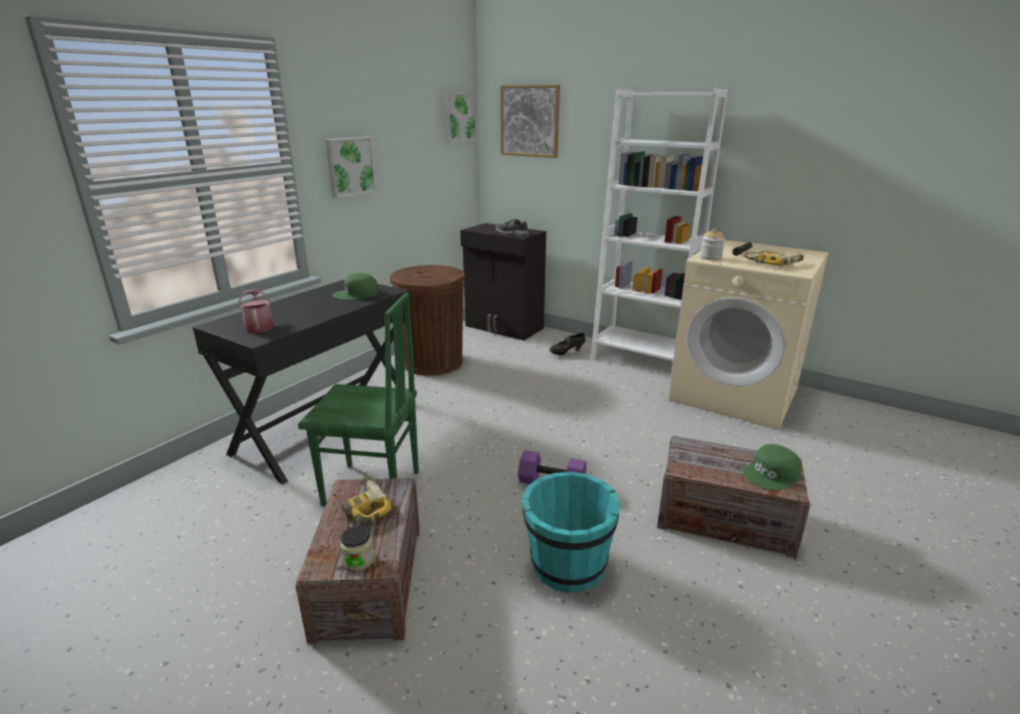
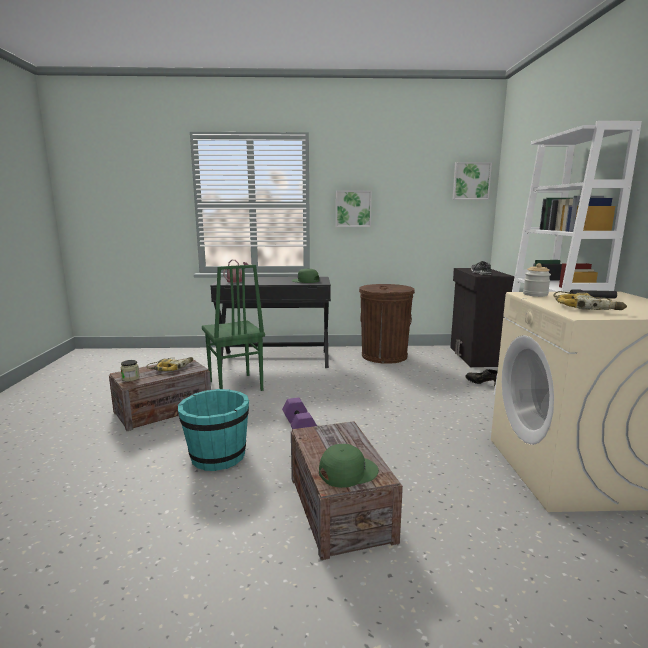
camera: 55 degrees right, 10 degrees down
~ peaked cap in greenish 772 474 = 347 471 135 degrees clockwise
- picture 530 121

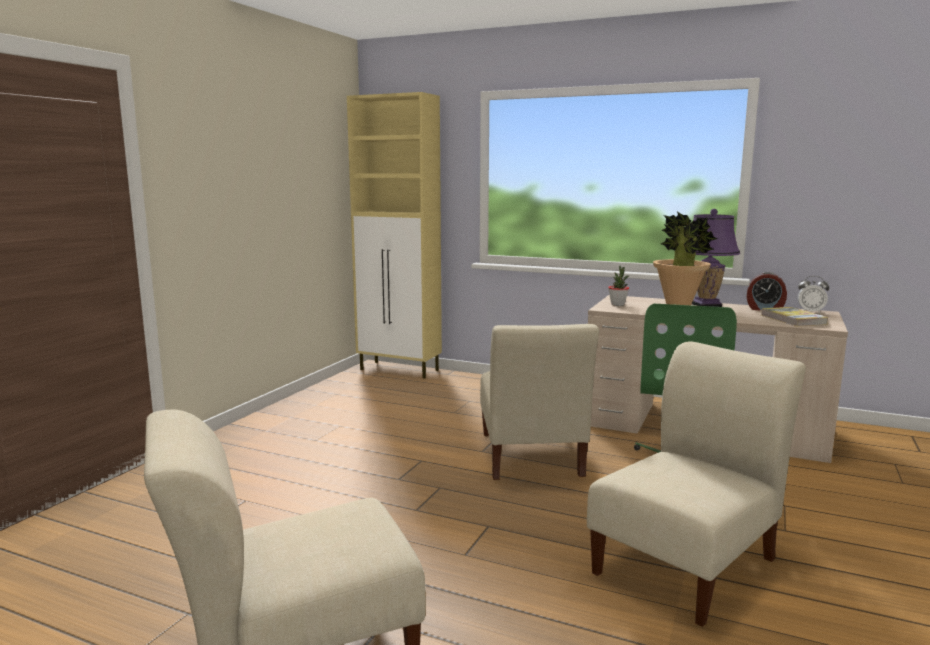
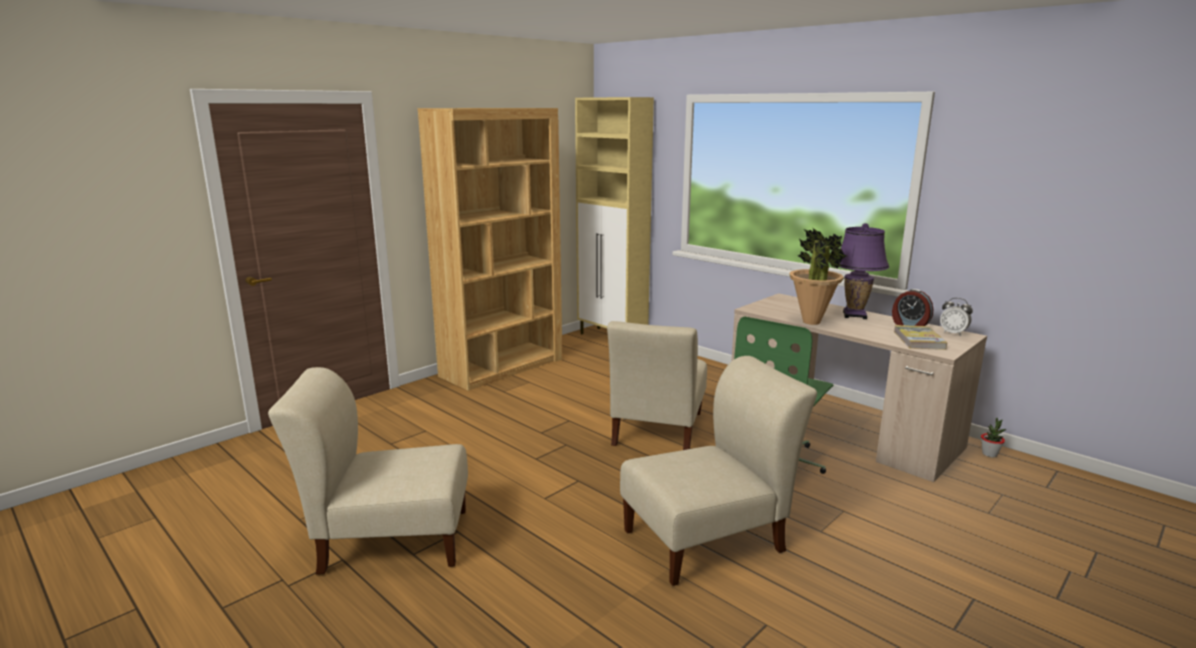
camera: 20 degrees right, 5 degrees up
+ bookcase in brown-coloured 502 367
~ potted plant 617 304 to 989 454

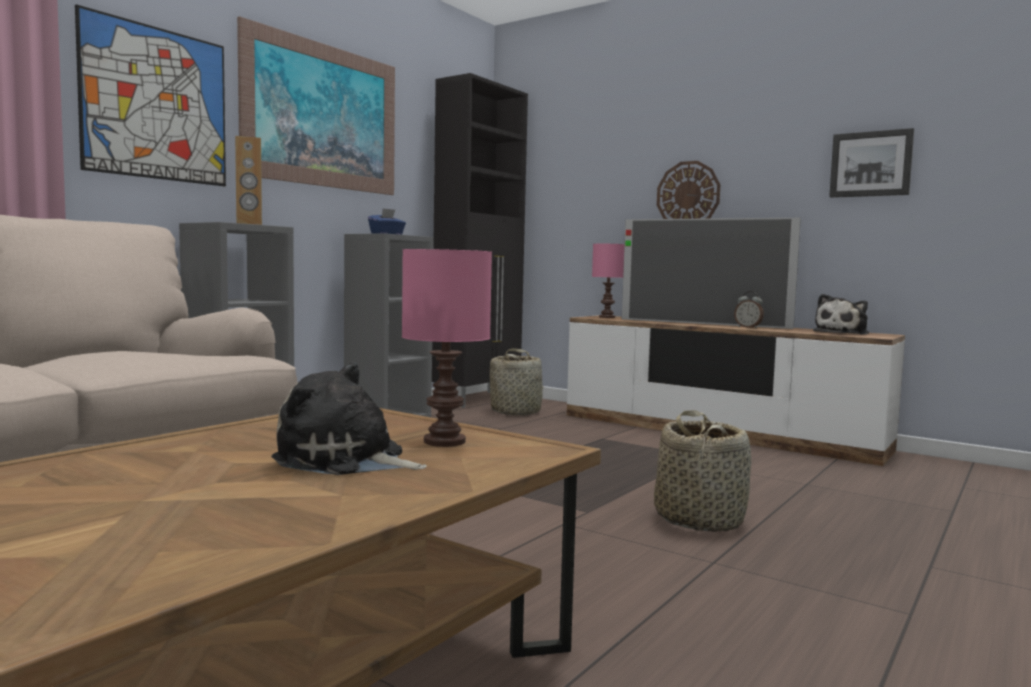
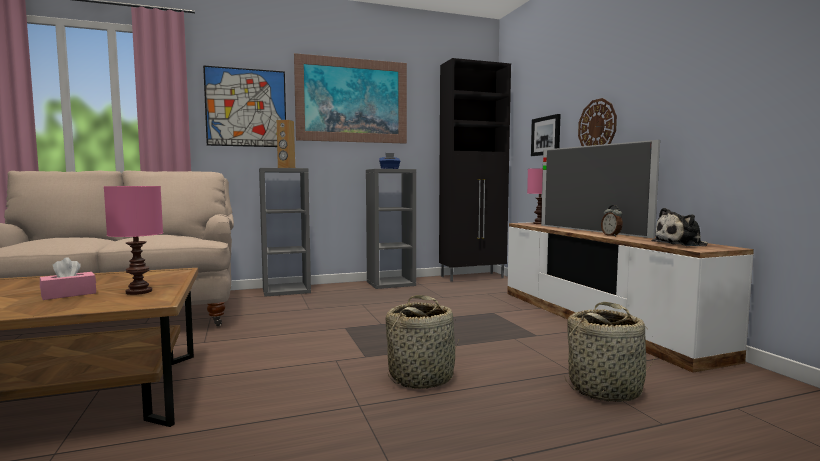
camera: 35 degrees right, 0 degrees up
~ cuddly toy 345 460 to tissue holder in pinkish 69 294
~ picture 871 164 to 546 136
~ household basket 516 411 to 605 389

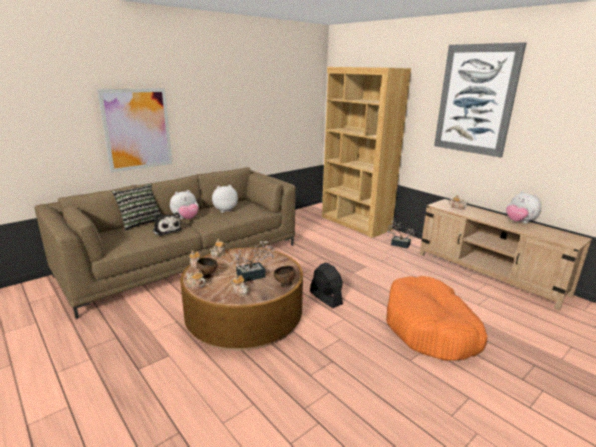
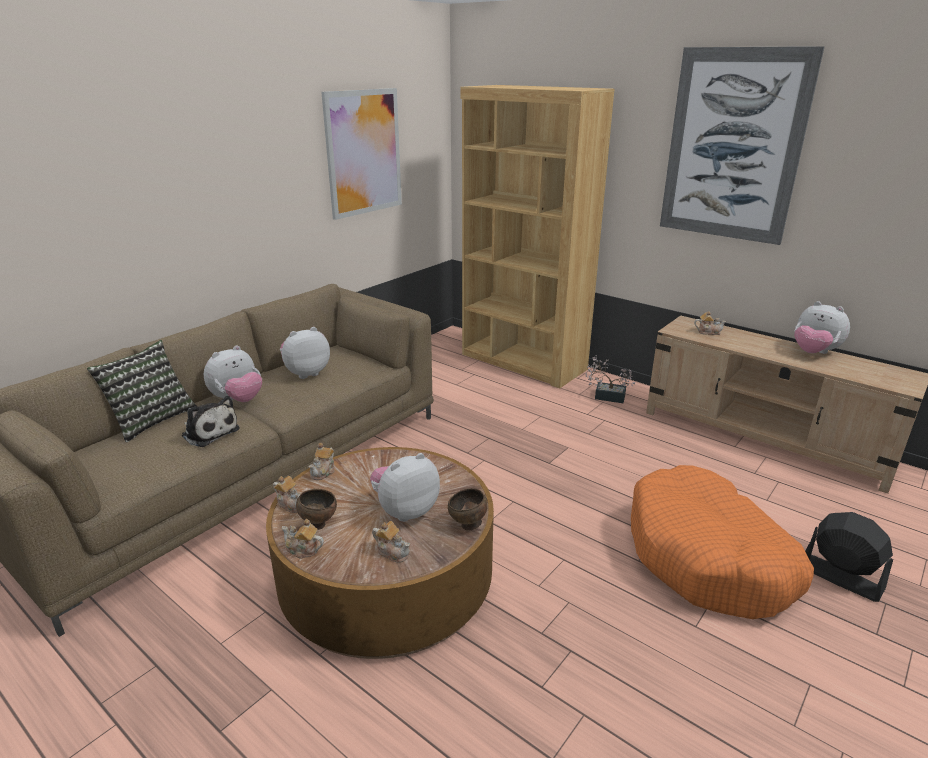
camera: 10 degrees left, 5 degrees up
~ picture 137 129 to 363 153
~ potted plant 254 275 to cuddly toy 405 510
~ fan in blackish 325 298 to 840 577

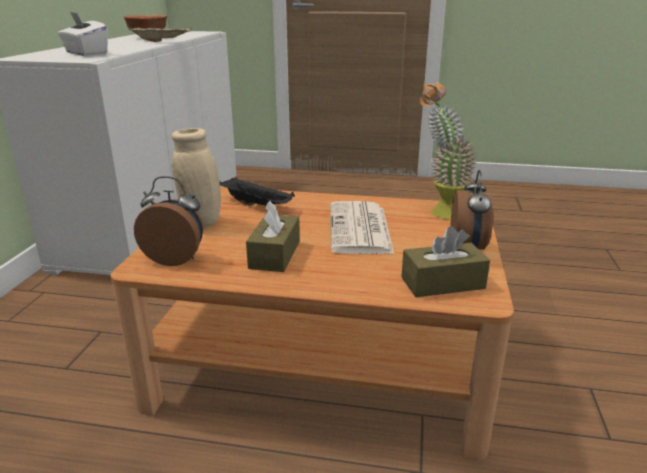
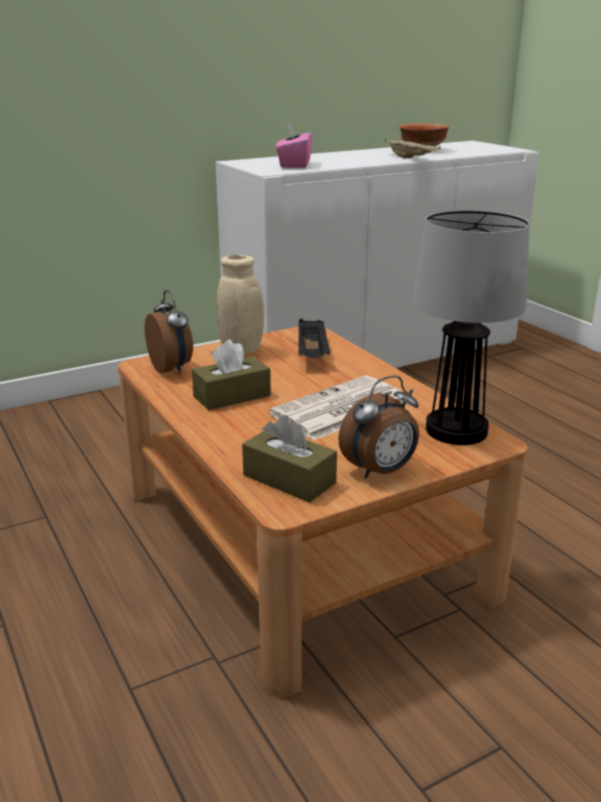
camera: 50 degrees right, 0 degrees up
~ tissue holder in whitish 86 53 to tissue holder in pinkish 294 165
~ potted plant 439 211 to lamp for a table 457 429

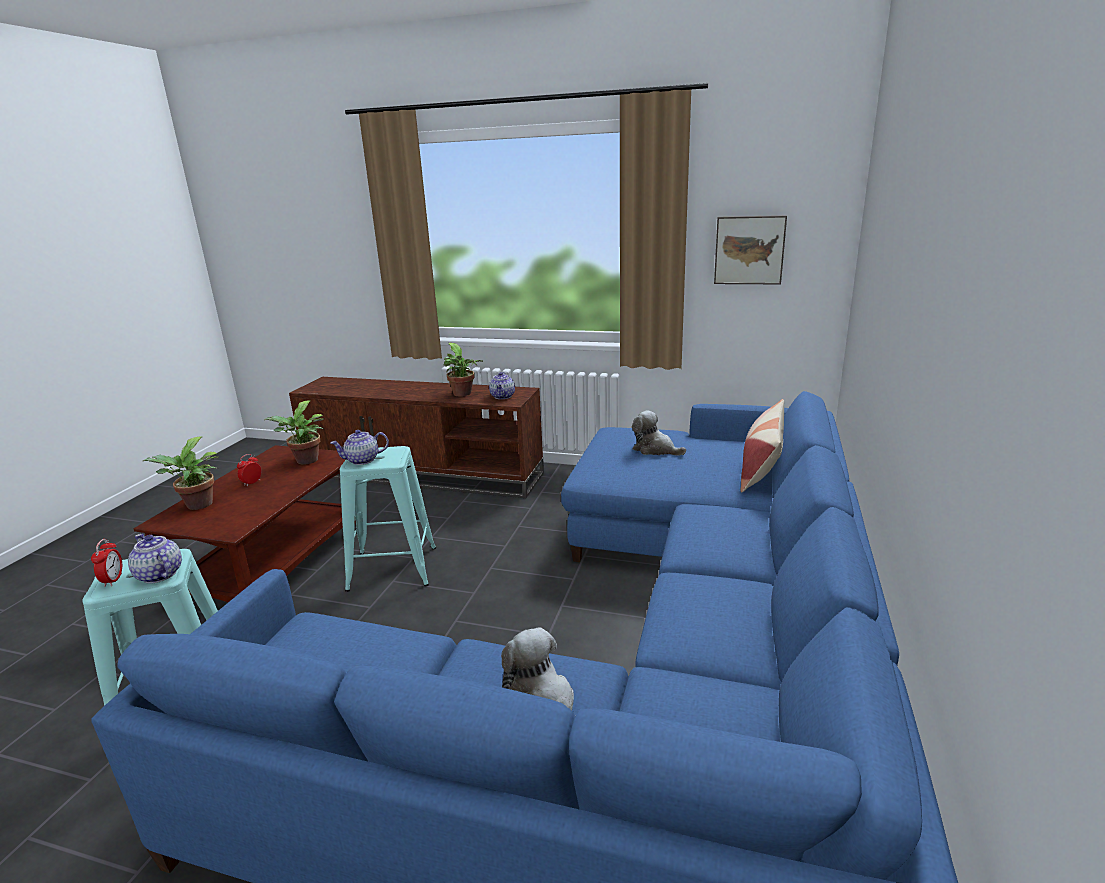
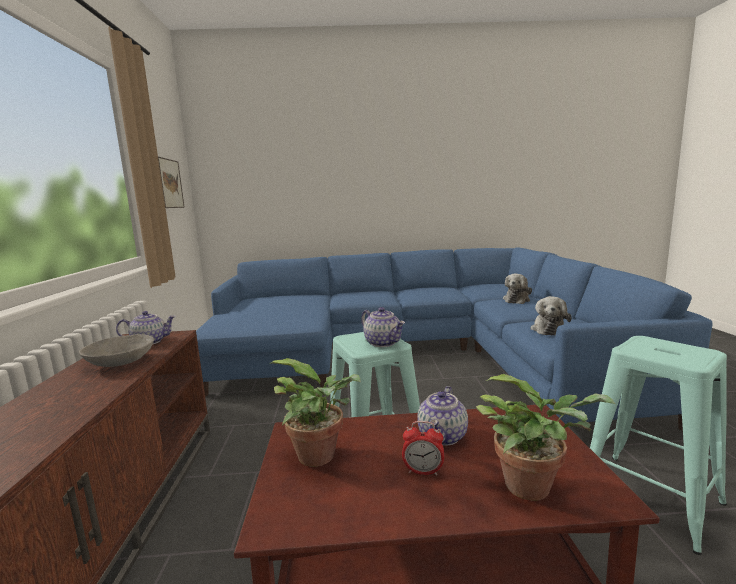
camera: 110 degrees left, 10 degrees down
~ potted plant 463 394 to bowl in greyish 120 362
~ tea pot 158 575 to 443 436
~ cuddly toy 655 449 to 548 329
- alarm clock 113 580
- cushion 761 467

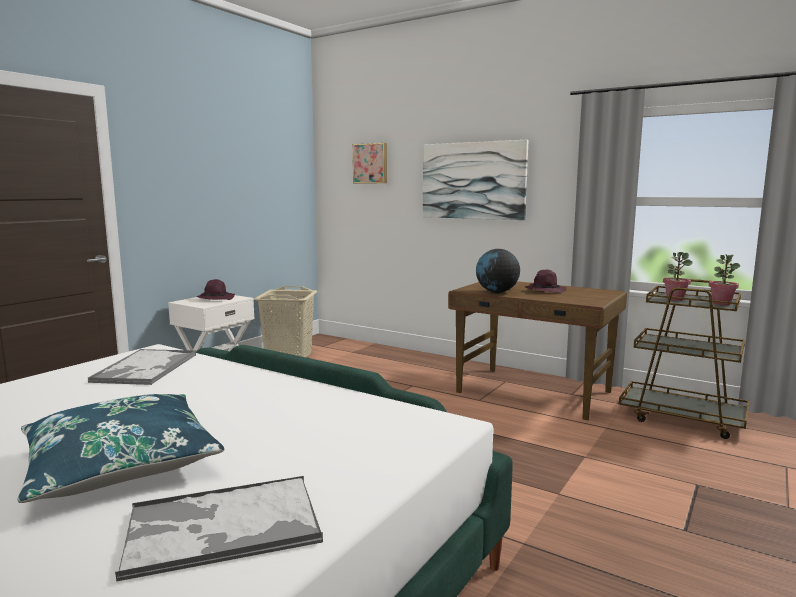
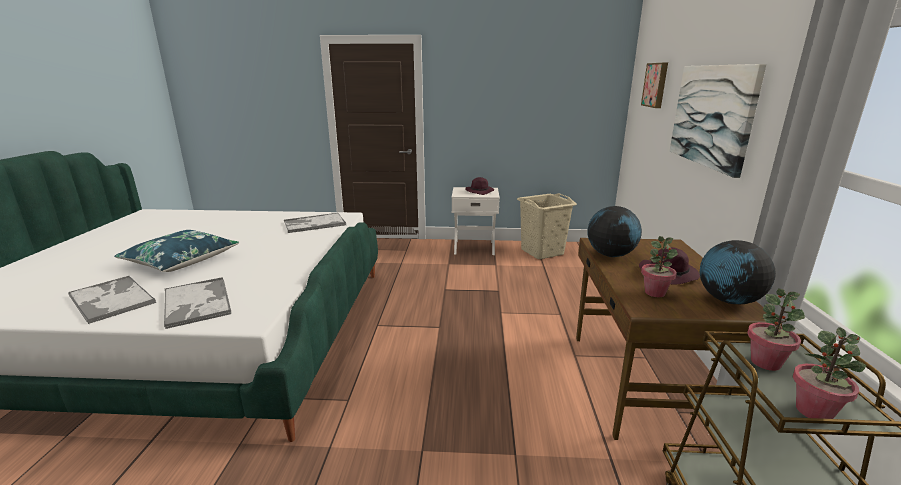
camera: 60 degrees right, 10 degrees up
+ carrying tray 197 303
+ potted plant 654 293
+ world globe 728 300

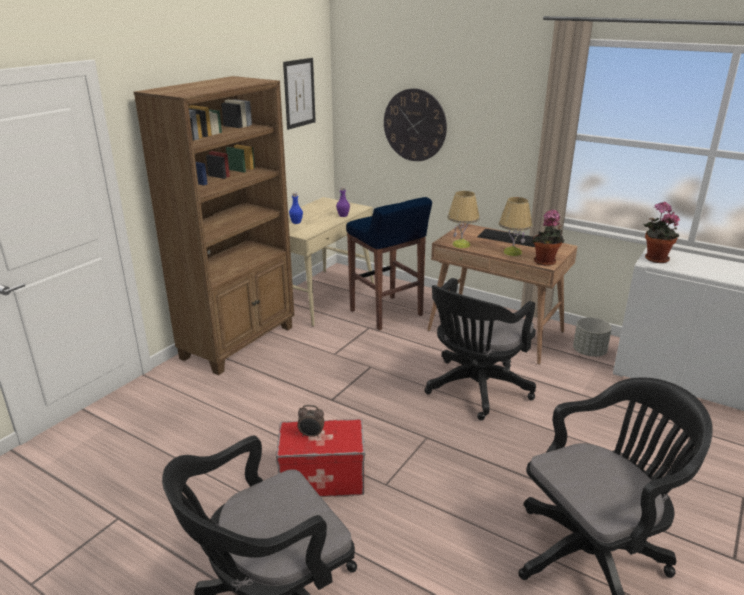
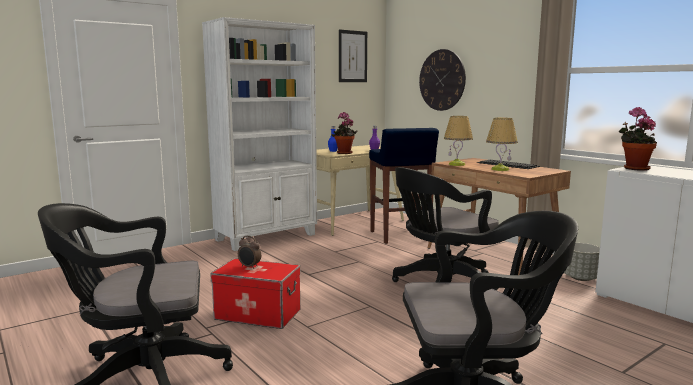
camera: 20 degrees right, 15 degrees down
~ bookcase in brown-coloured 239 342 to bookcase in whitish 267 237
~ potted plant 545 262 to 344 153

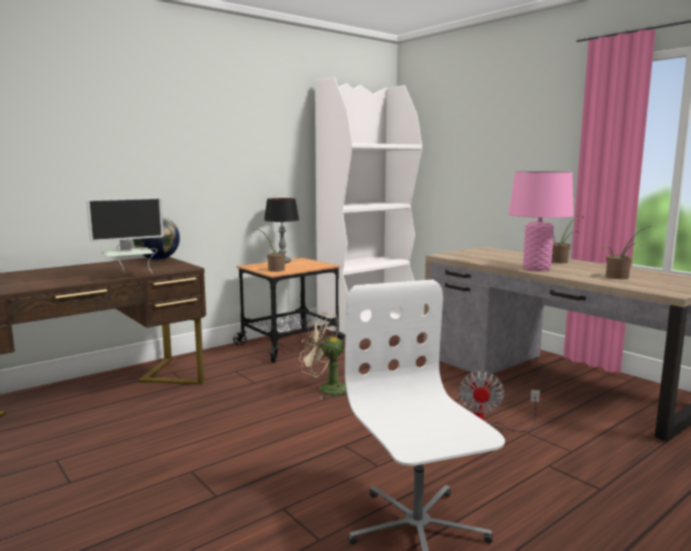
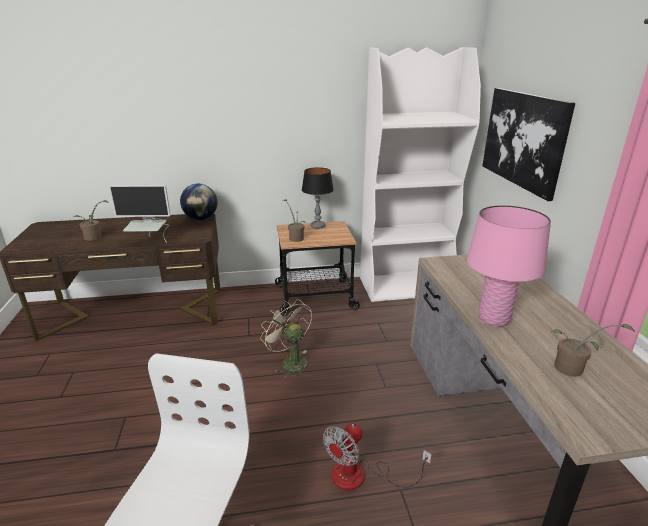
camera: 30 degrees right, 15 degrees up
~ potted plant 561 261 to 95 237
+ picture 523 139

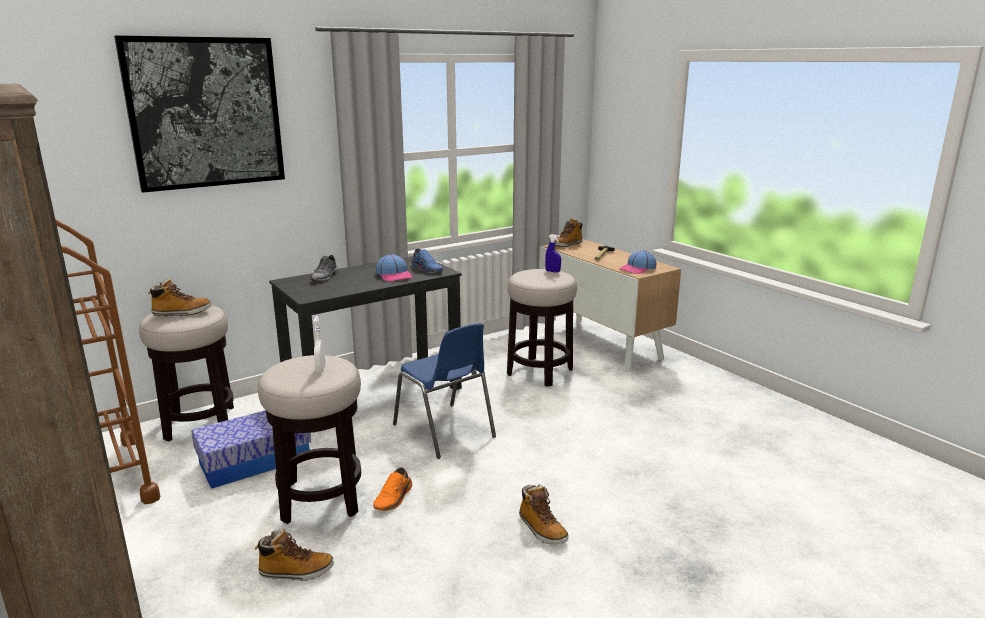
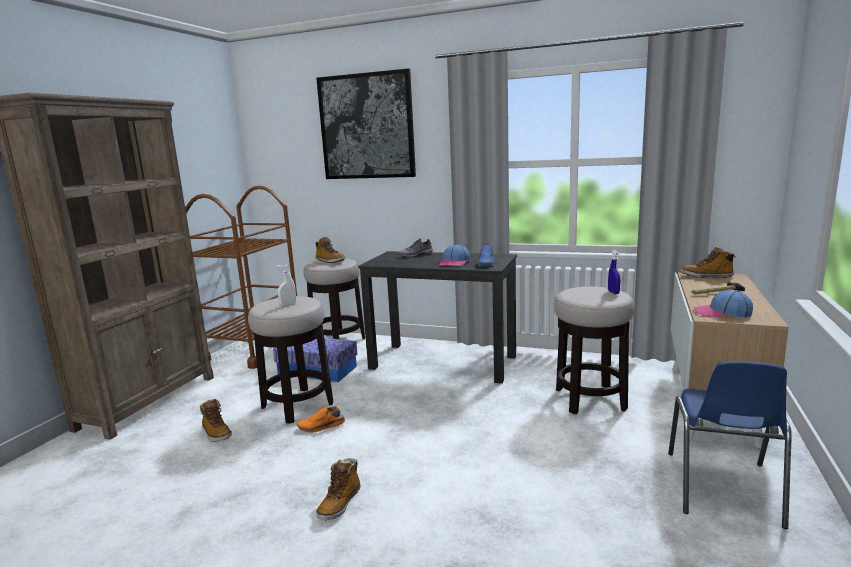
camera: 55 degrees right, 5 degrees down
~ upright chair in blue 445 431 to 722 489

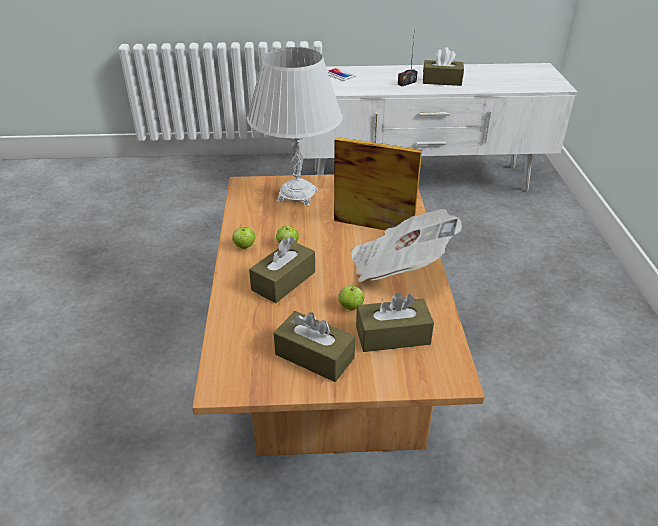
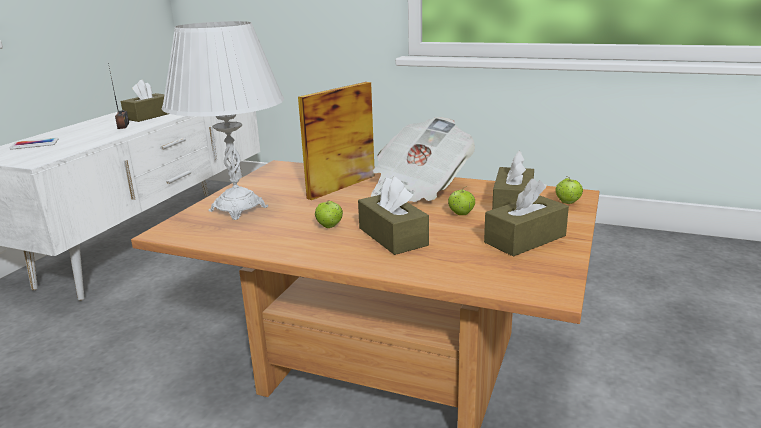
camera: 65 degrees left, 15 degrees down
~ whole apple 244 246 to 567 202

